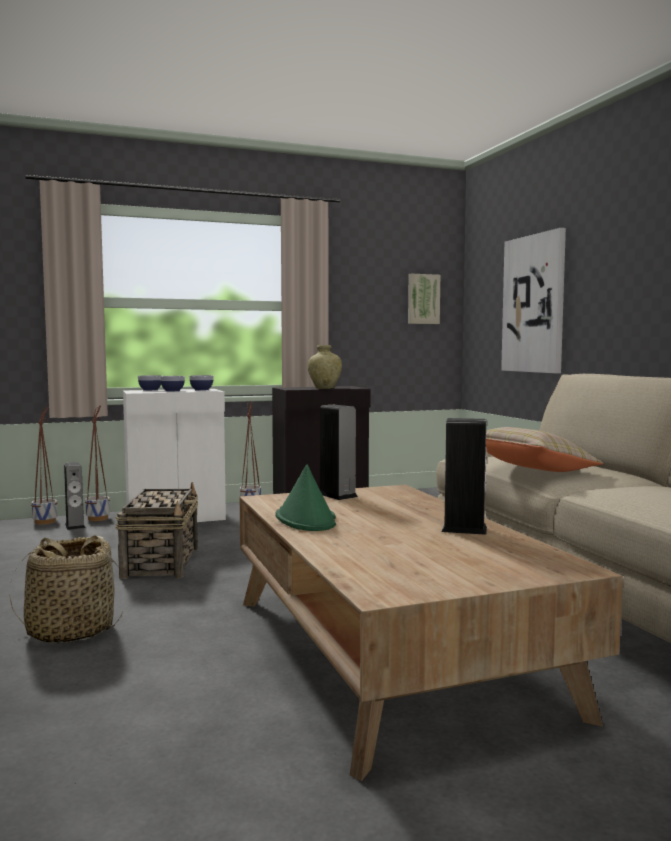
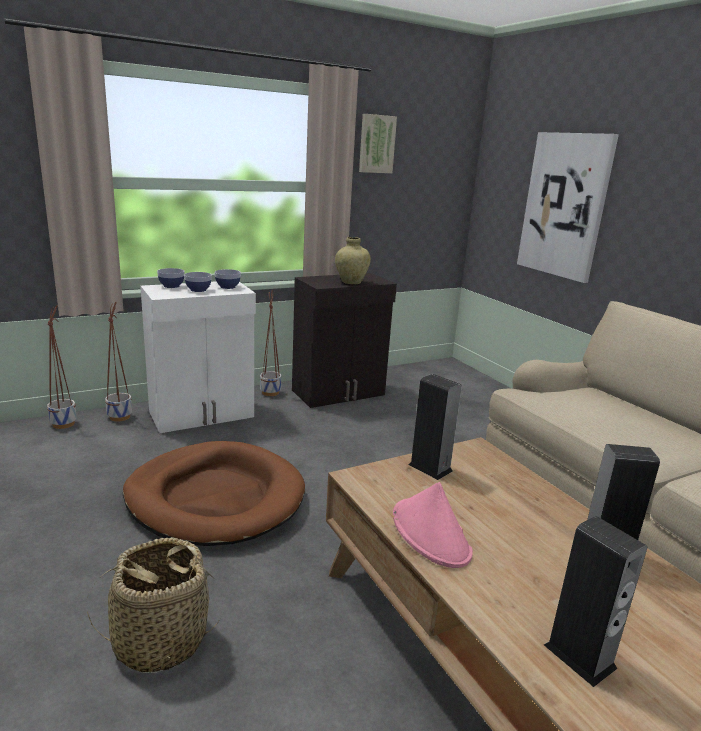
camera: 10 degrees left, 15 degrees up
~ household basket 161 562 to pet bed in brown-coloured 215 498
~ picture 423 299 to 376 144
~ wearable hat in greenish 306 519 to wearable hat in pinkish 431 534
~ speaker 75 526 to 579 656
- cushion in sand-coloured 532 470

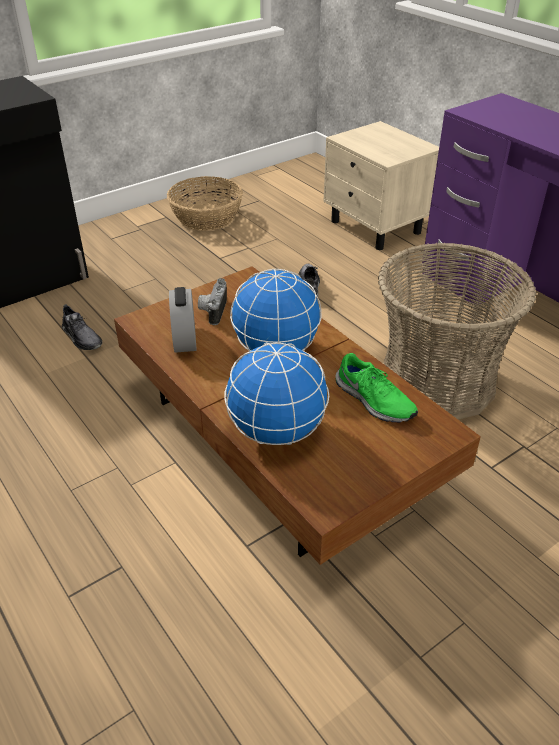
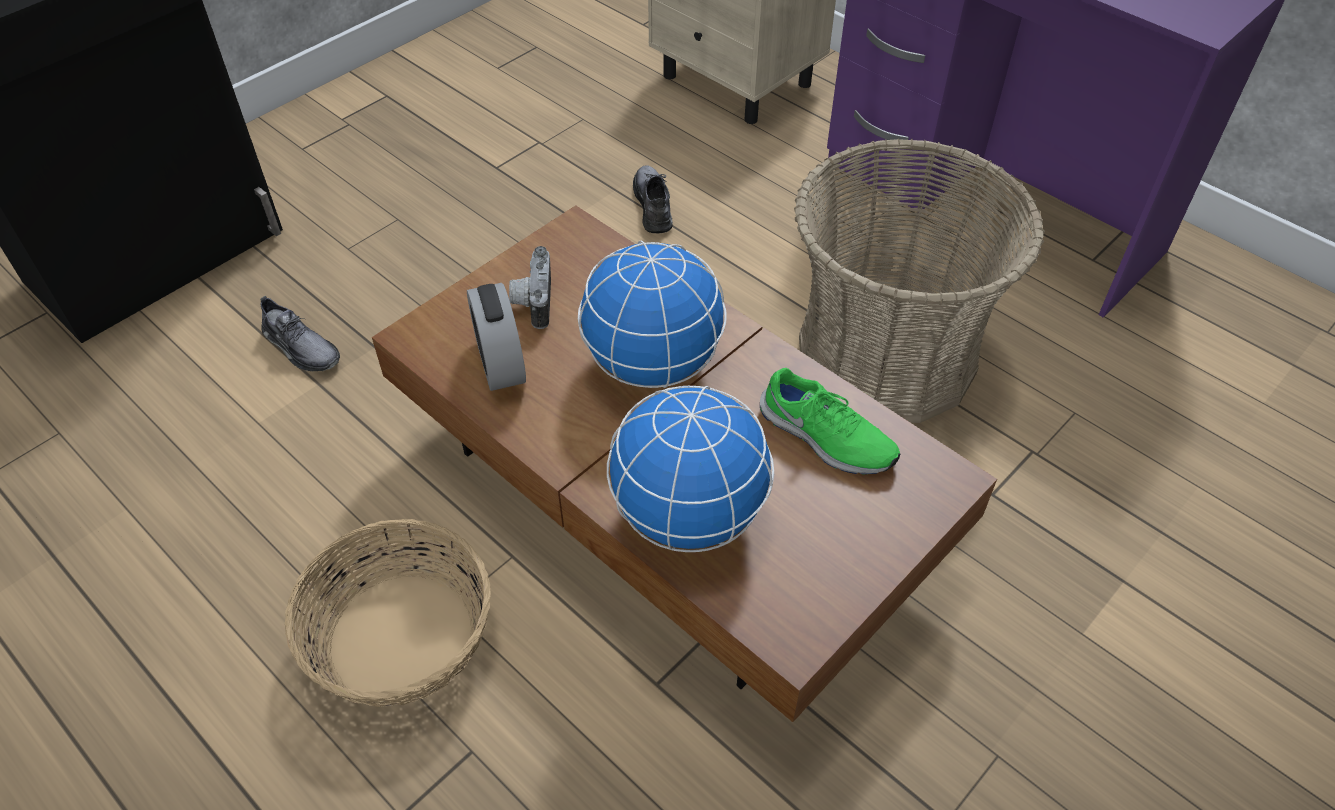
camera: 10 degrees left, 10 degrees up
~ household basket 206 217 to 400 637

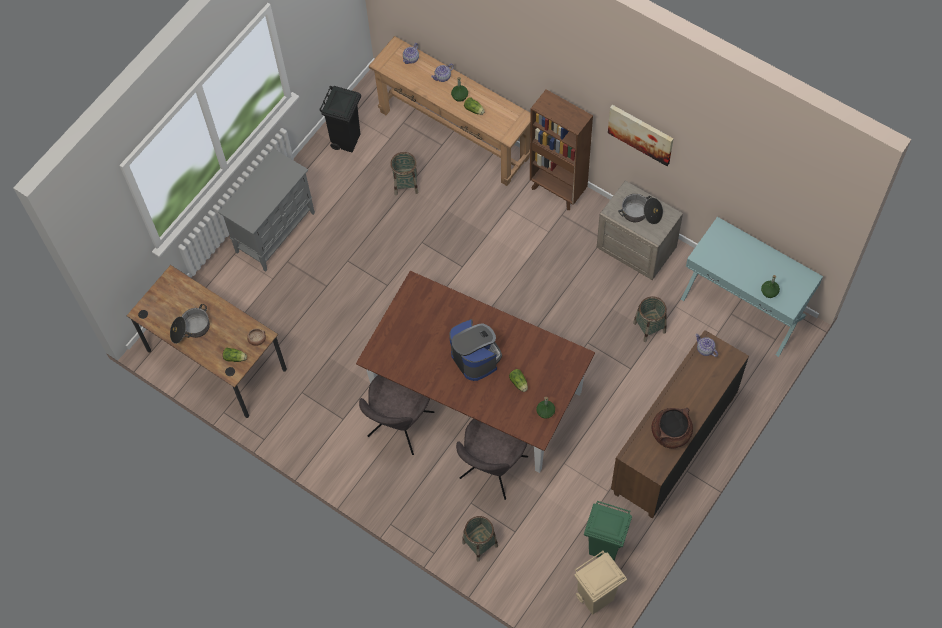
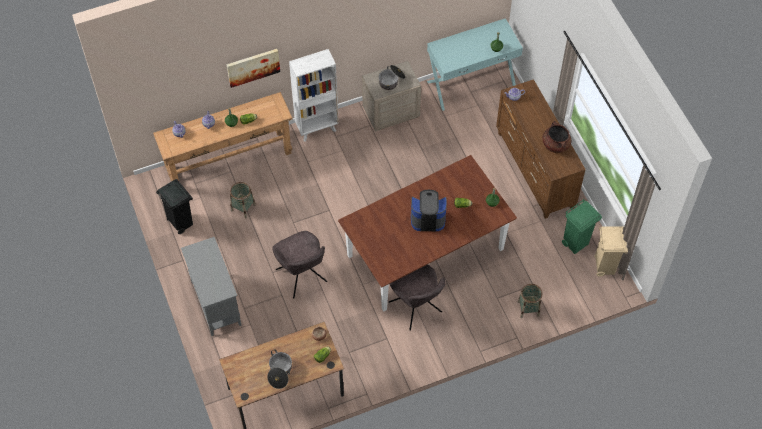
camera: 60 degrees left, 5 degrees down
~ picture 641 134 to 253 67
~ upright chair in greyish 492 470 to 302 277
~ bookcase in brown-coloured 558 190 to bookcase in whitish 317 128
- household basket 649 327

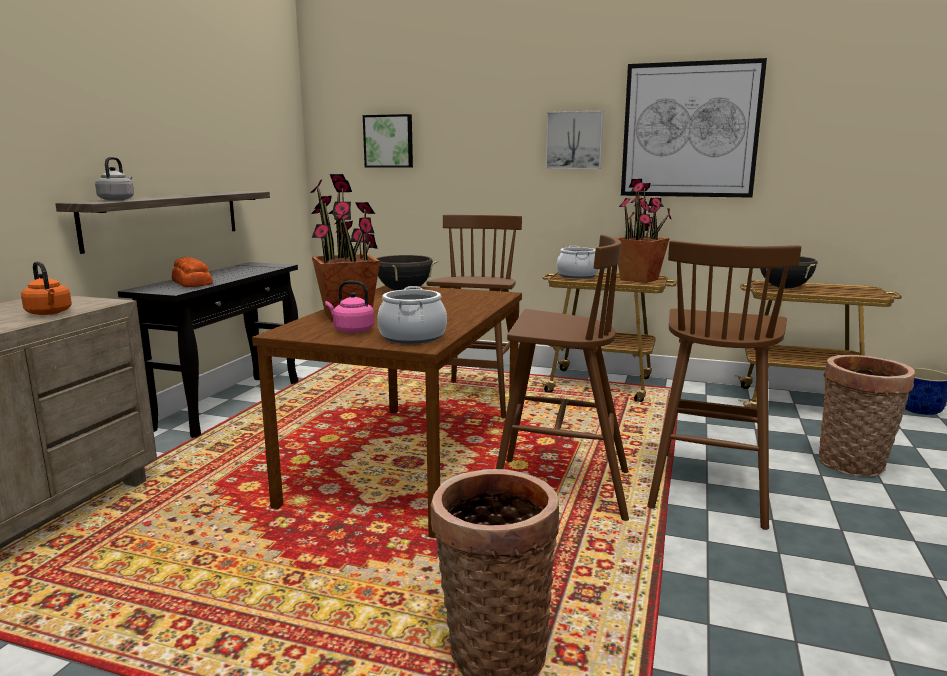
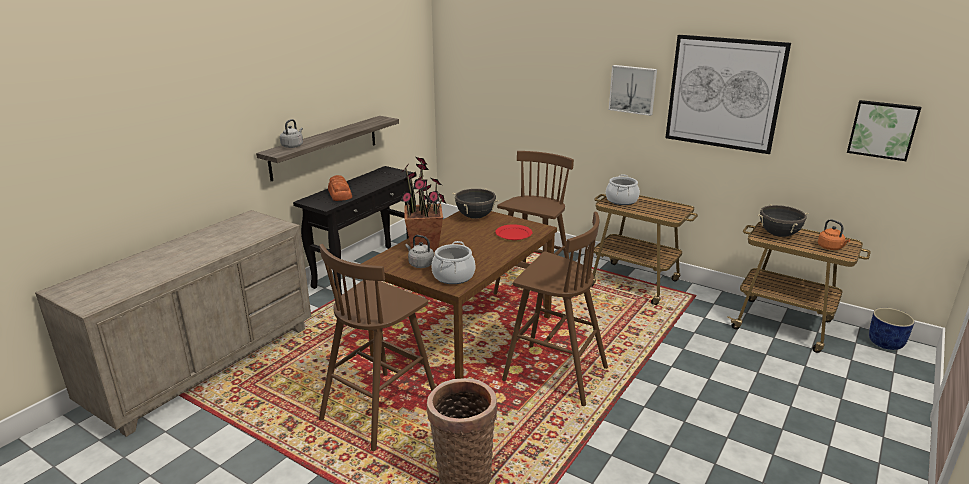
camera: 15 degrees right, 10 degrees up
~ sitting stool in brown-coloured 709 487 to 381 408
~ tea kettle in pinkish 351 330 to tea kettle in greyish 420 264
+ dinner plate in reddish 514 234
~ tea kettle in orange 49 313 to 831 248
~ picture 389 141 to 883 129
- potted plant 639 279
- household basket 854 466

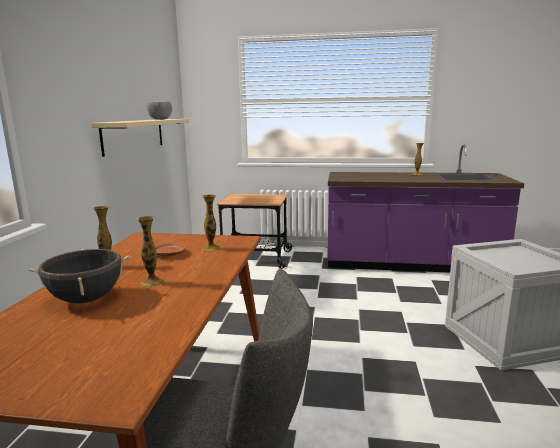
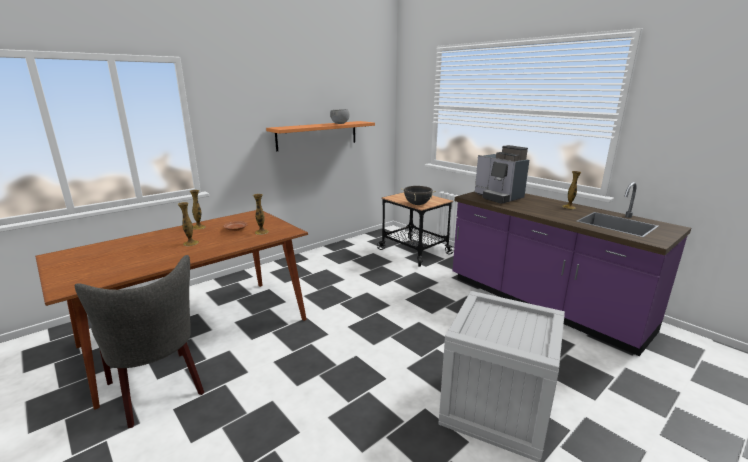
camera: 40 degrees right, 5 degrees up
~ bracket shelf in sand-coloured 134 135 to bracket shelf in orange 317 135
~ stockpot in blackish 86 299 to 417 204
+ coffee machine 498 197

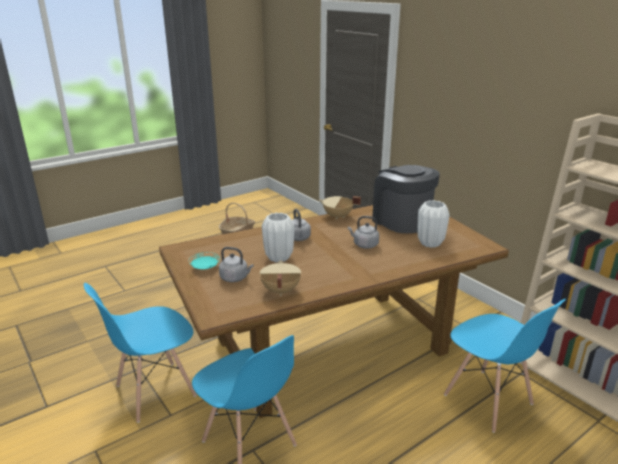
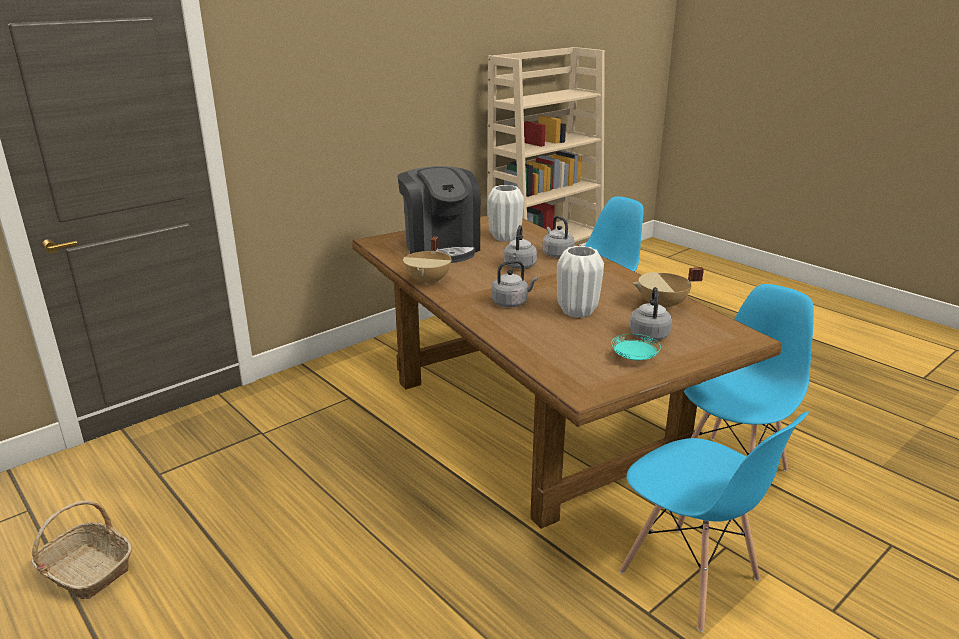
camera: 95 degrees left, 0 degrees up
~ coffee machine 401 221 = 441 248 75 degrees counterclockwise
+ tea kettle in greyish 556 254

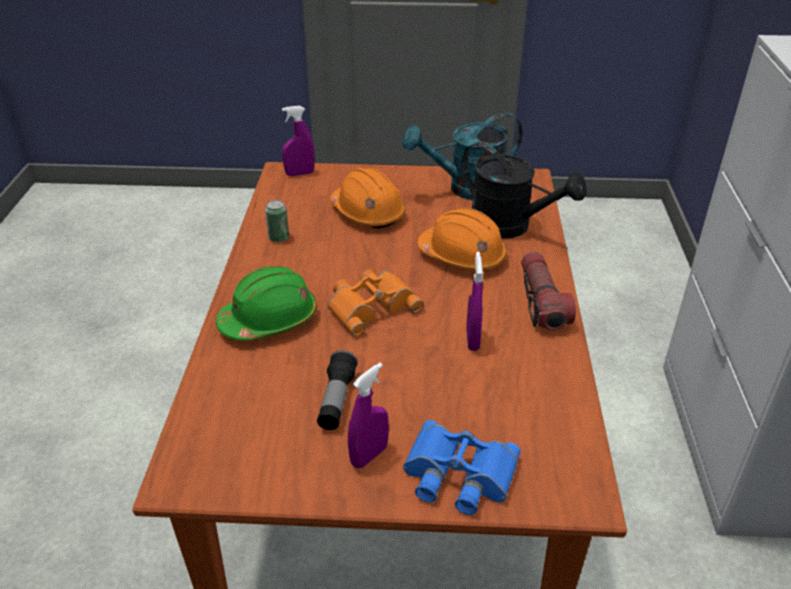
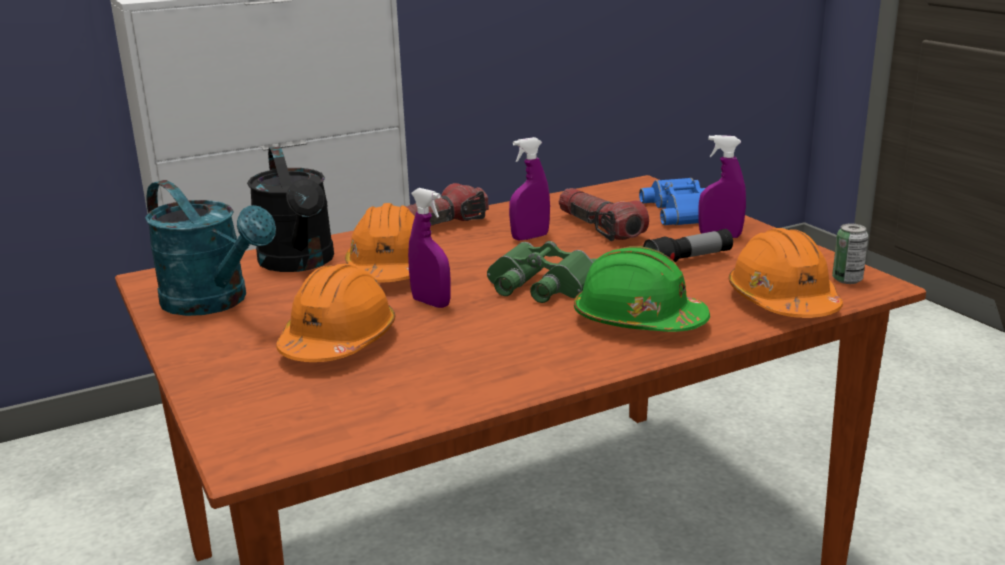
camera: 120 degrees left, 15 degrees down
~ sprinkling can in blackish 510 227 = 300 263 150 degrees clockwise
~ hand sprayer in purple 300 174 to 431 303
~ pair of binoculars in orange 371 305 to pair of binoculars in greenish 539 285
+ flashlight 600 228
+ hard hat in orange 782 302
~ can 278 238 to 847 279

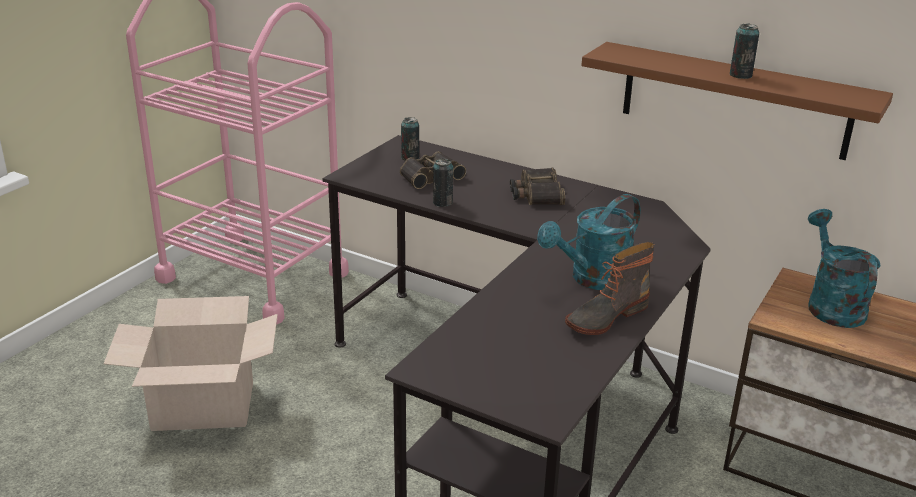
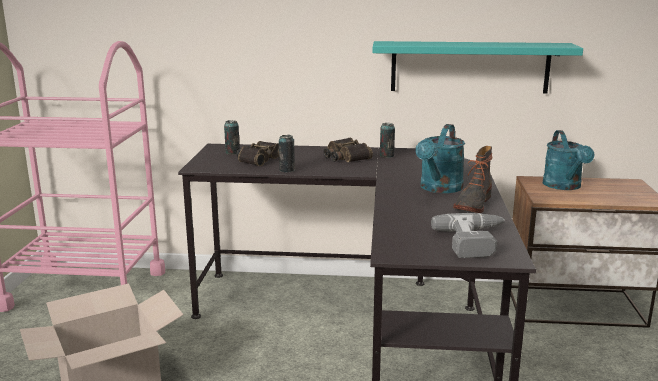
camera: 25 degrees left, 10 degrees down
~ bracket shelf in brown-coloured 734 100 to bracket shelf in blue-green 469 67
~ can 740 75 to 386 156
+ drill 476 242
~ sprinkling can in blue-green 831 304 = 564 186 150 degrees counterclockwise

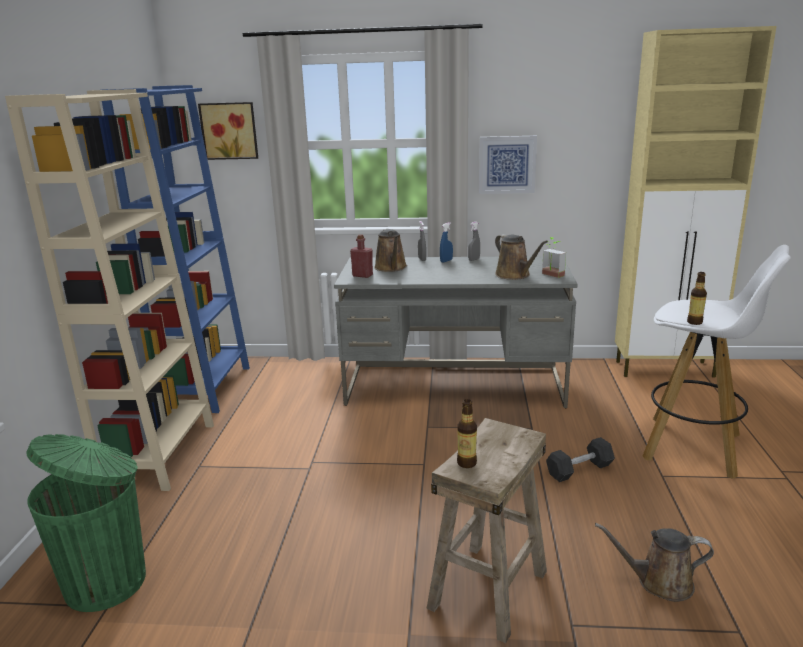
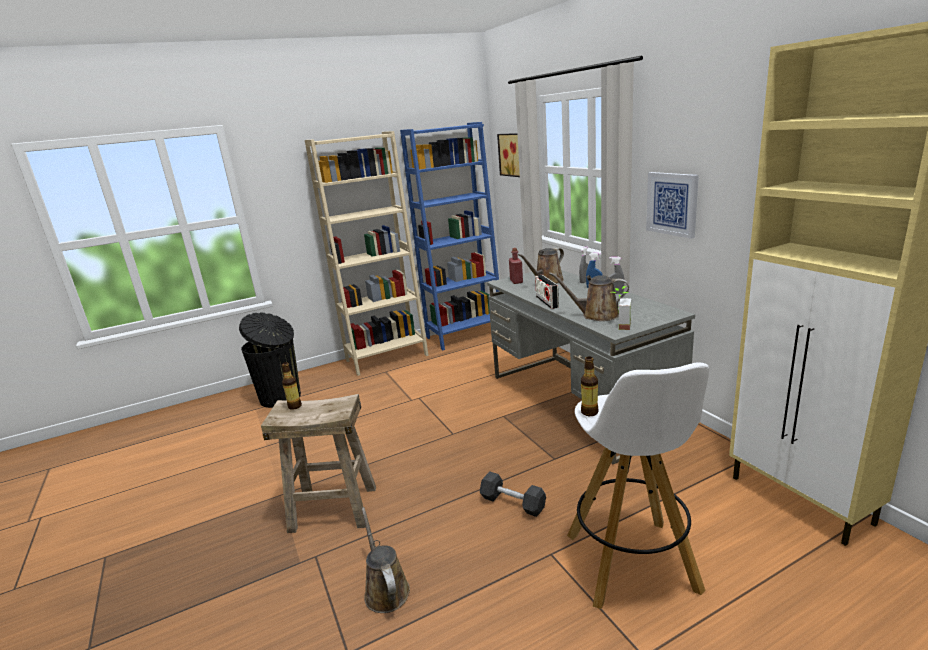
camera: 60 degrees right, 0 degrees up
~ rubbish bin in greenish 108 581 to rubbish bin in blackish 281 398
+ radio receiver 547 302
~ sprinkling can in brown-coloured 515 275 = 596 315 75 degrees clockwise

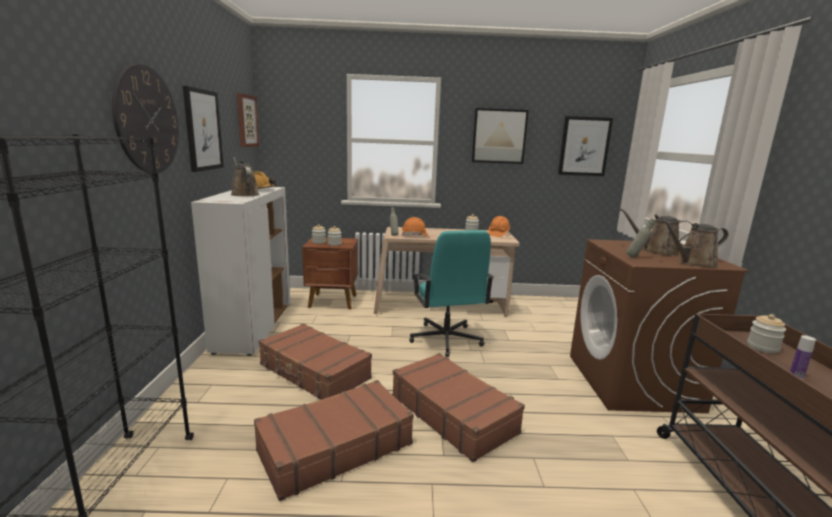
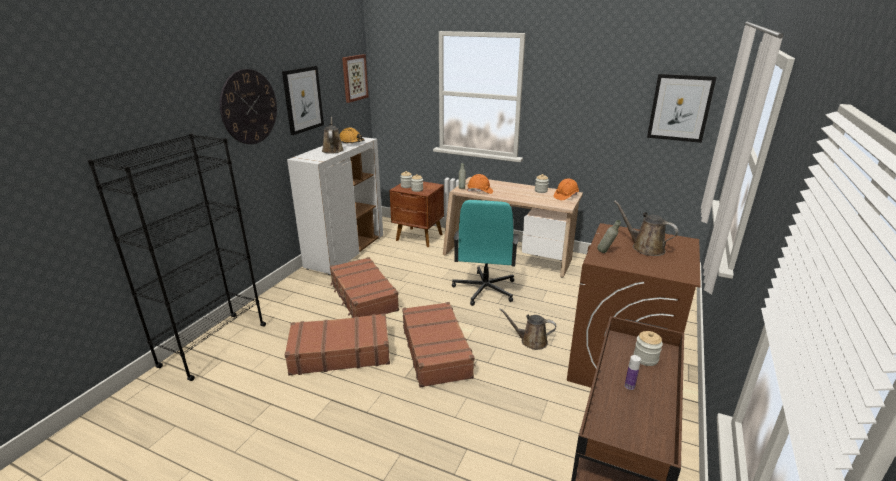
camera: 25 degrees right, 10 degrees up
~ sprinkling can in brown-coloured 694 263 to 531 341
- picture 499 136

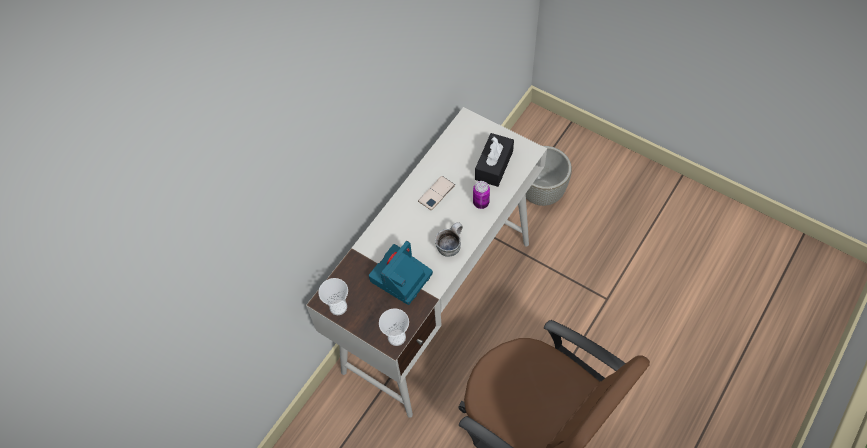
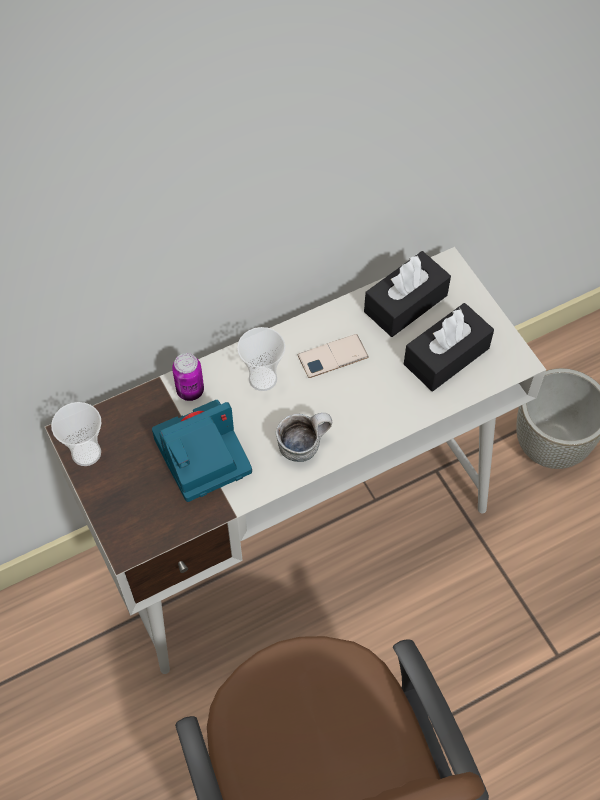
camera: 25 degrees right, 0 degrees up
~ can 481 203 to 190 391
~ cup 396 337 to 263 379
+ tissue holder in blackish 405 303

